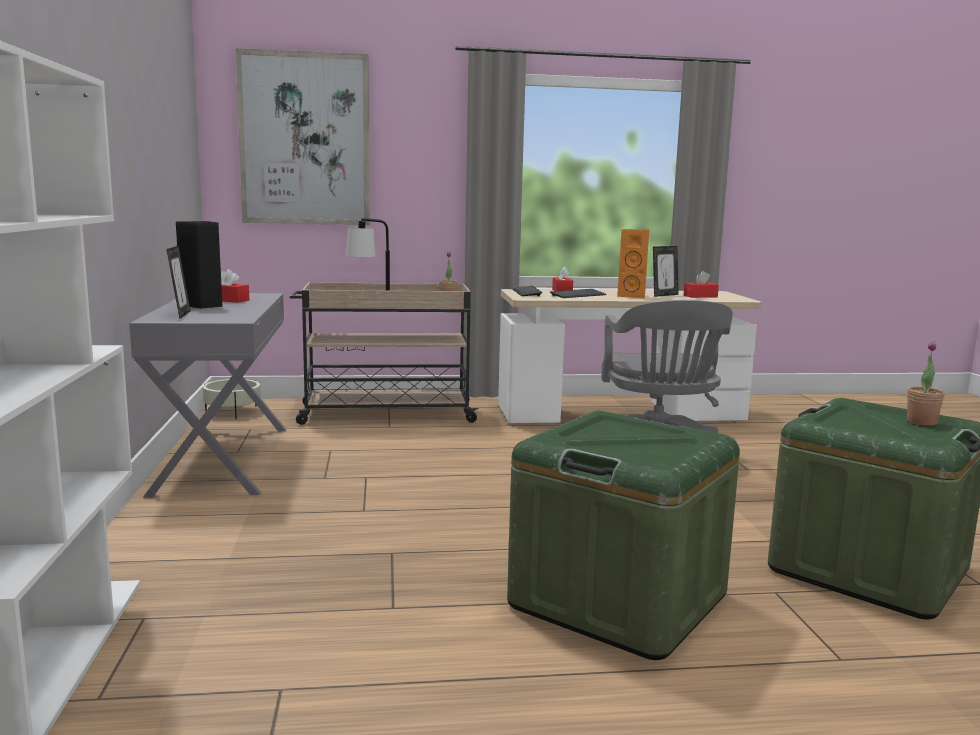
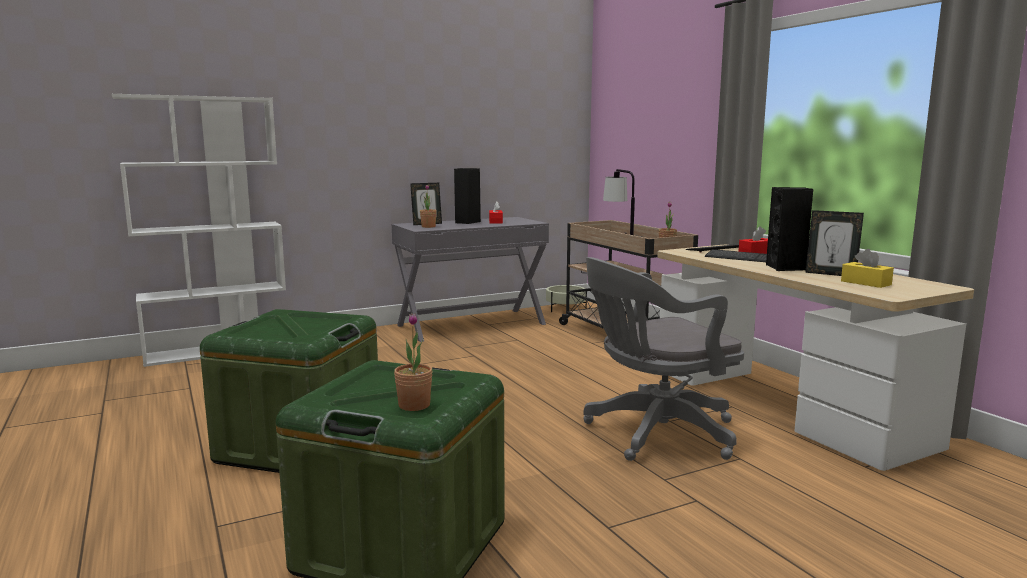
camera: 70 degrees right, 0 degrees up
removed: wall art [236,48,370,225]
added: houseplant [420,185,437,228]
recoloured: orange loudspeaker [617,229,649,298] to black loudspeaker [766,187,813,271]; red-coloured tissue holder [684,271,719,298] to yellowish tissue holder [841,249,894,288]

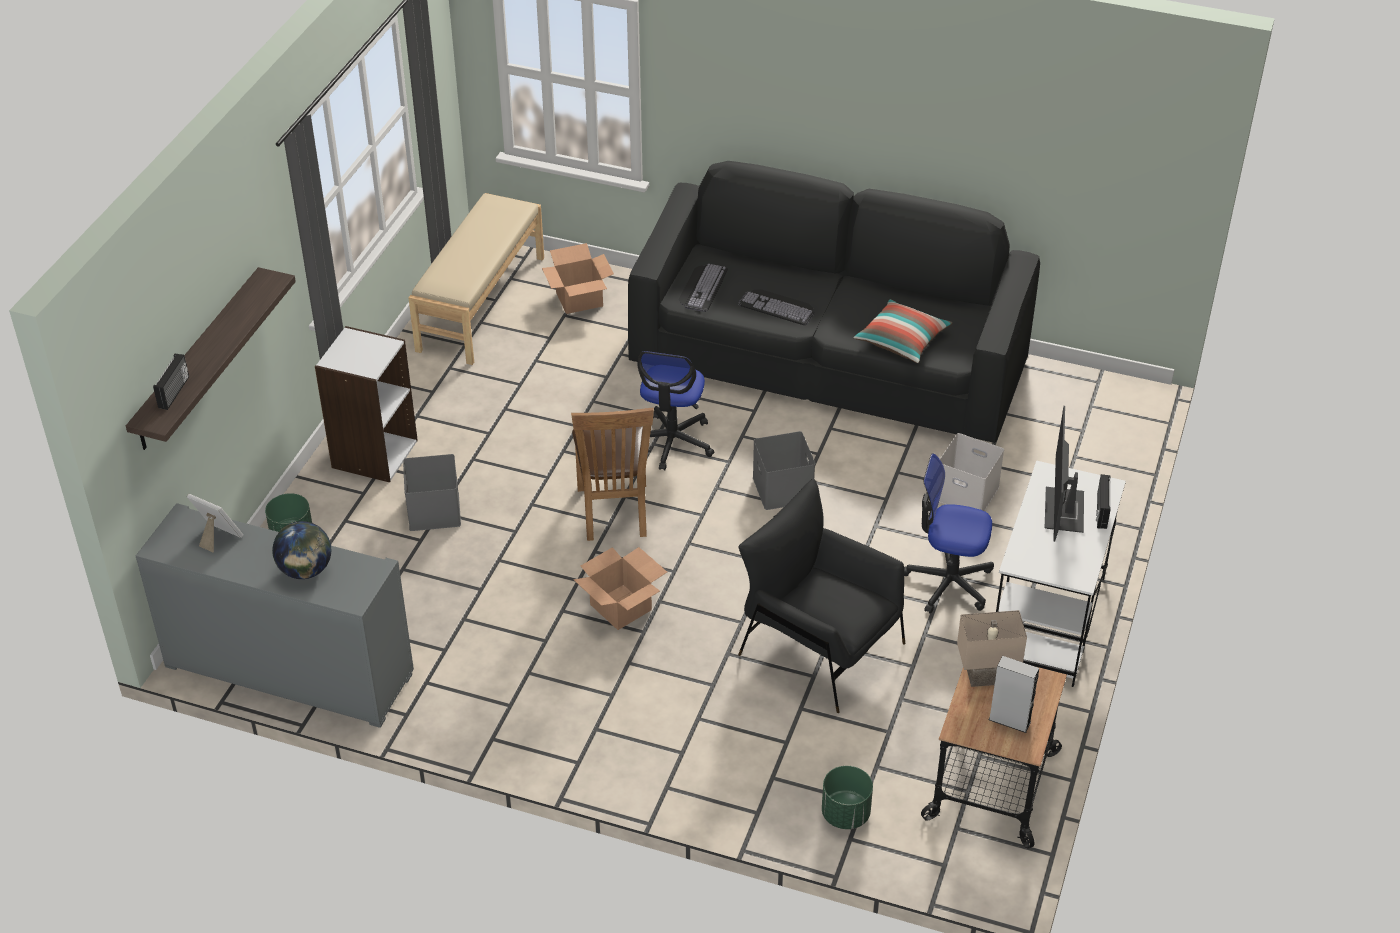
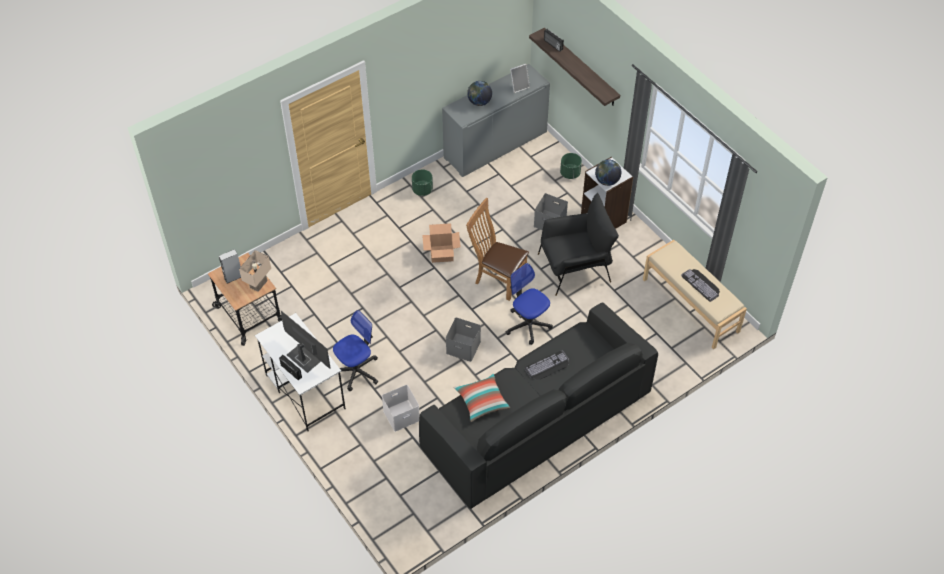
camera: 125 degrees right, 10 degrees up
removed: packing box [542,243,614,314]
added: world globe [595,160,621,186]
moved: green planter [822,766,873,829] to [412,170,433,196]; black easy chair [738,478,905,713] to [538,193,619,296]; keyboard [679,264,728,312] to [681,269,720,302]

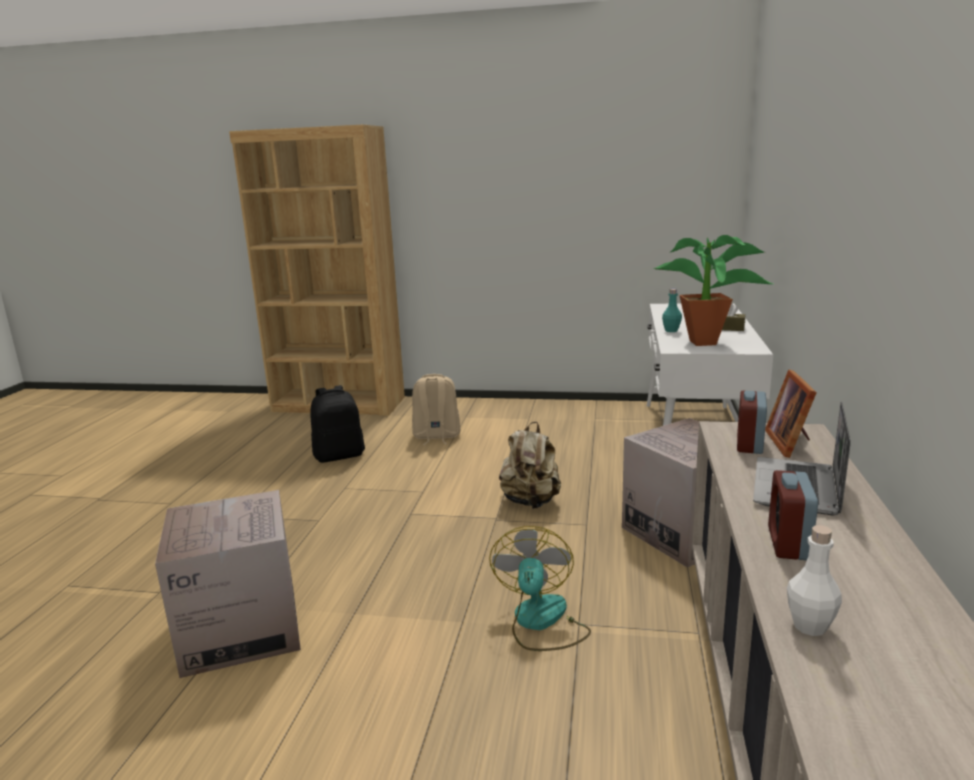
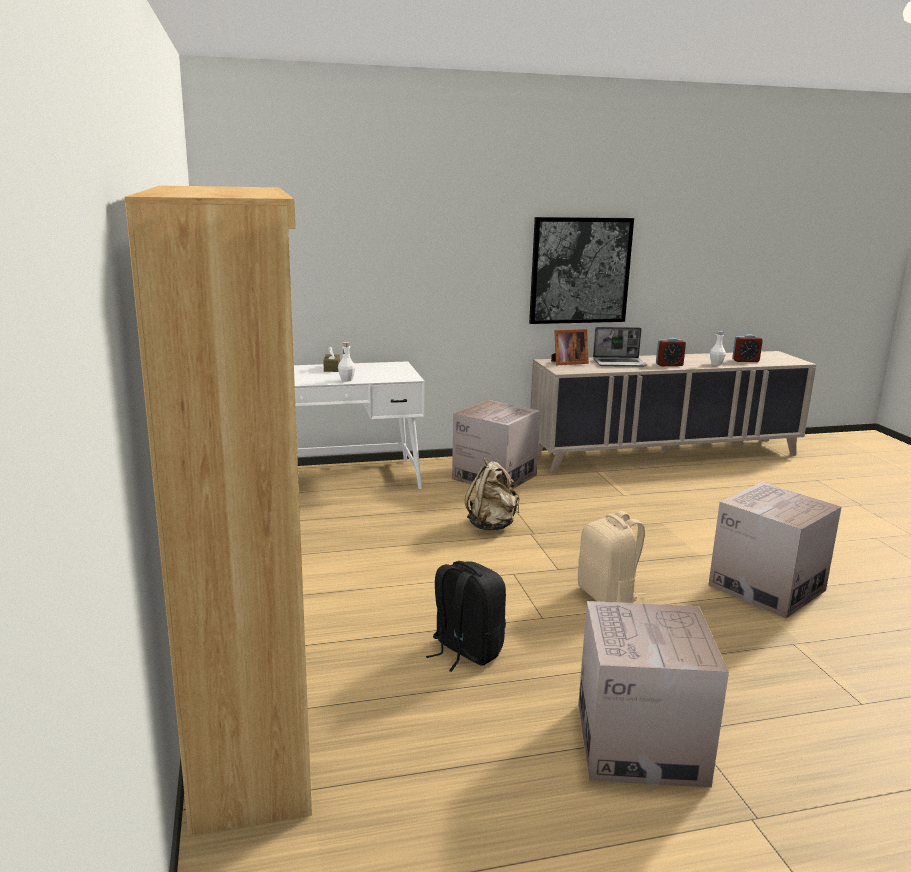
camera: 115 degrees left, 0 degrees up
removed: electric fan [489,526,591,651]; houseplant [654,235,773,346]
added: wall art [529,217,634,324]; packing box [578,601,729,788]
moved: sand-coloured backpack [412,374,460,445] to [578,511,646,603]; bedside clock [737,390,767,454] to [732,334,763,362]
recoloured: turquoise-coloured bottle [662,289,682,332] to whitish bottle [338,342,355,382]

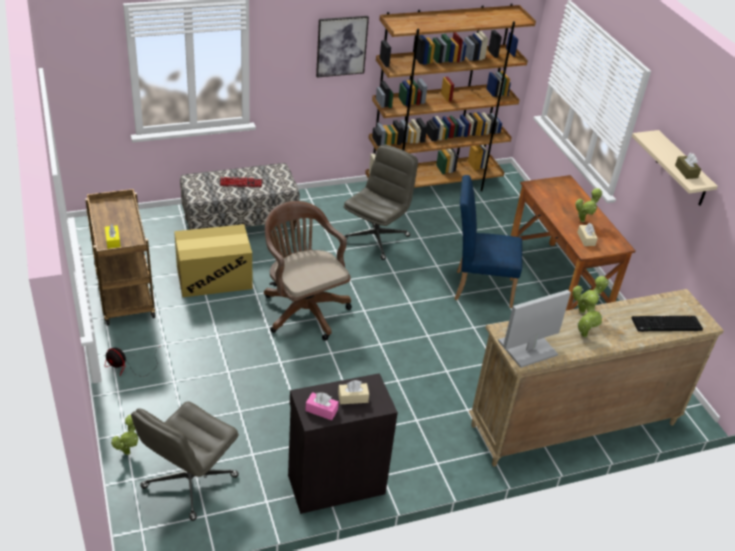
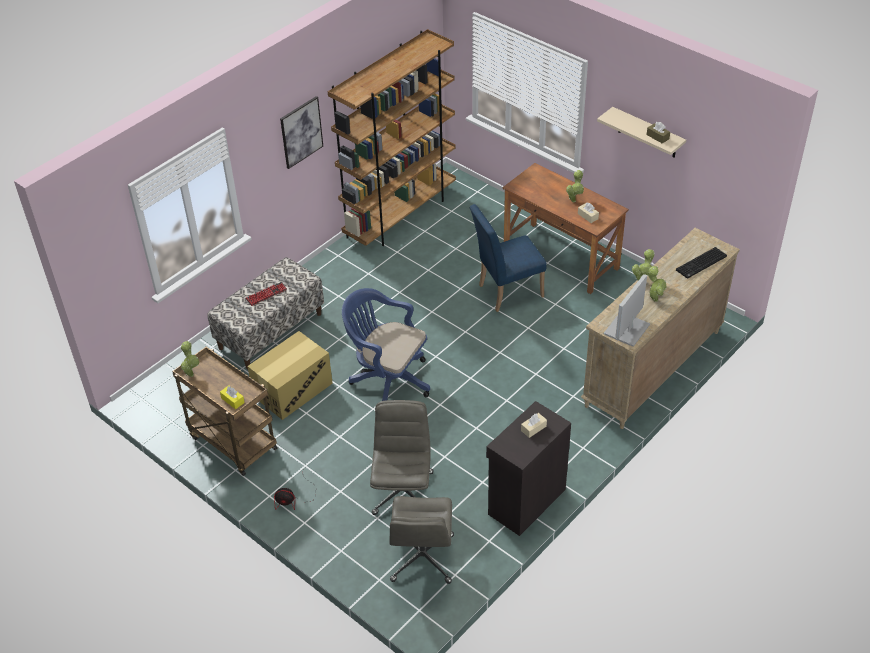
camera: 25 degrees left, 5 degrees up
removed: pink-coloured tissue holder [305,392,339,420]
moved: houseplant [111,415,138,455] to [181,341,199,377]; grey computer chair [343,145,418,260] to [370,400,433,515]
recoloured: brown computer chair [264,201,352,341] to blue-coloured computer chair [342,288,430,401]

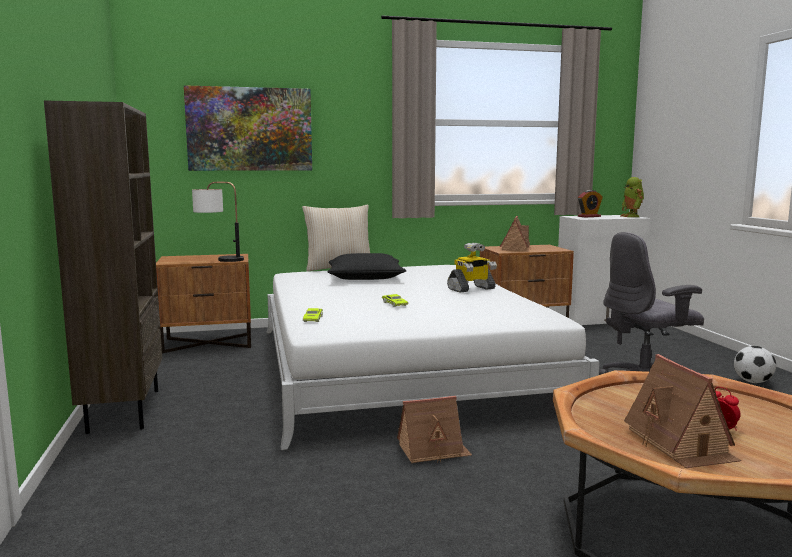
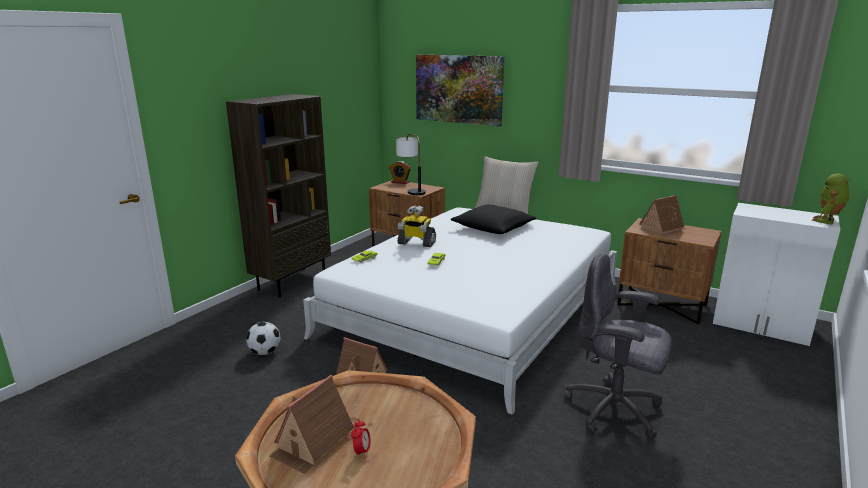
camera: 45 degrees right, 10 degrees up
moved: football [734,346,776,383] to [246,322,280,355]; bedside clock [578,190,603,217] to [389,161,411,184]; toy robot [447,243,497,293] to [397,205,436,247]

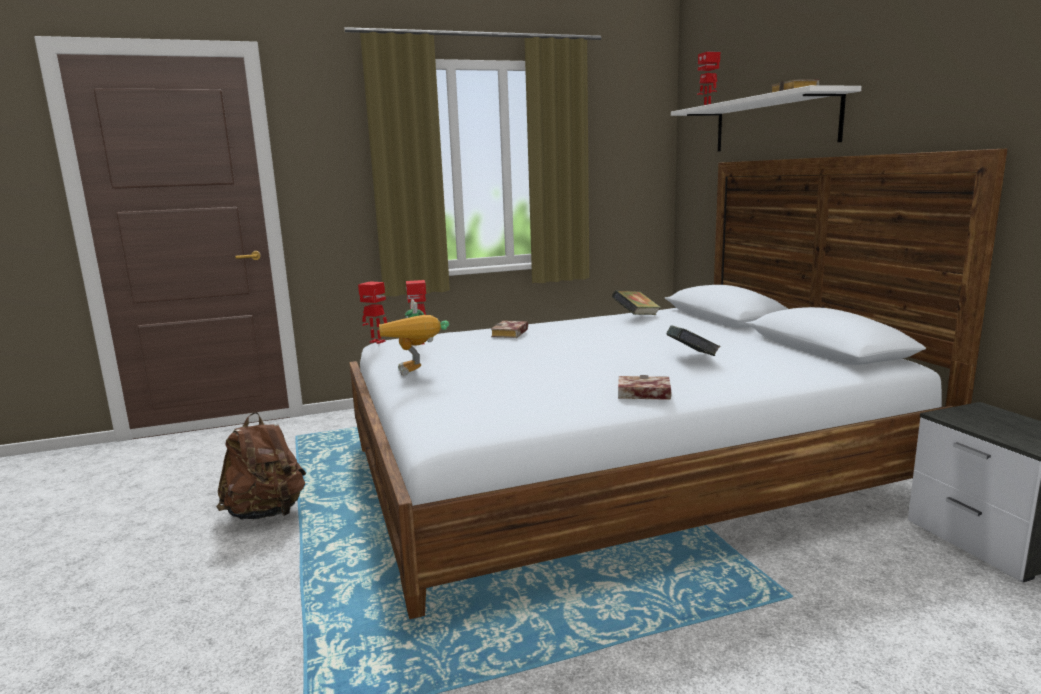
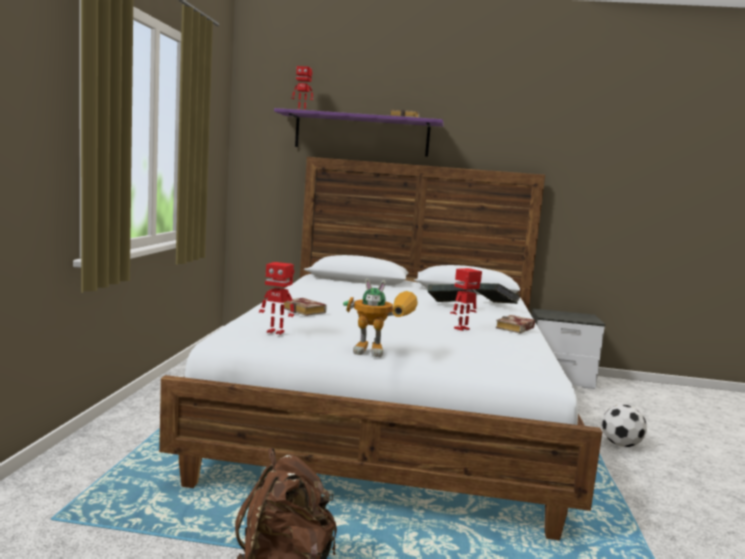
camera: 65 degrees left, 5 degrees down
added: football [602,404,647,447]
moved: toy robot [358,281,387,344] to [450,268,482,331]; book [612,291,661,315] to [474,283,520,304]
recoloured: whitish shelf [671,85,861,151] to purple shelf [274,108,444,157]

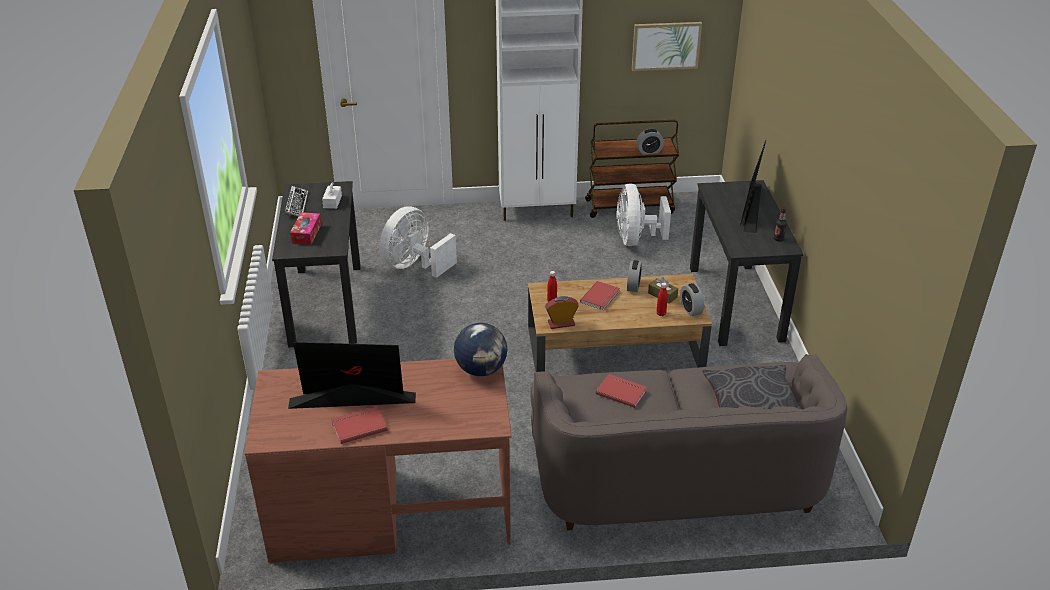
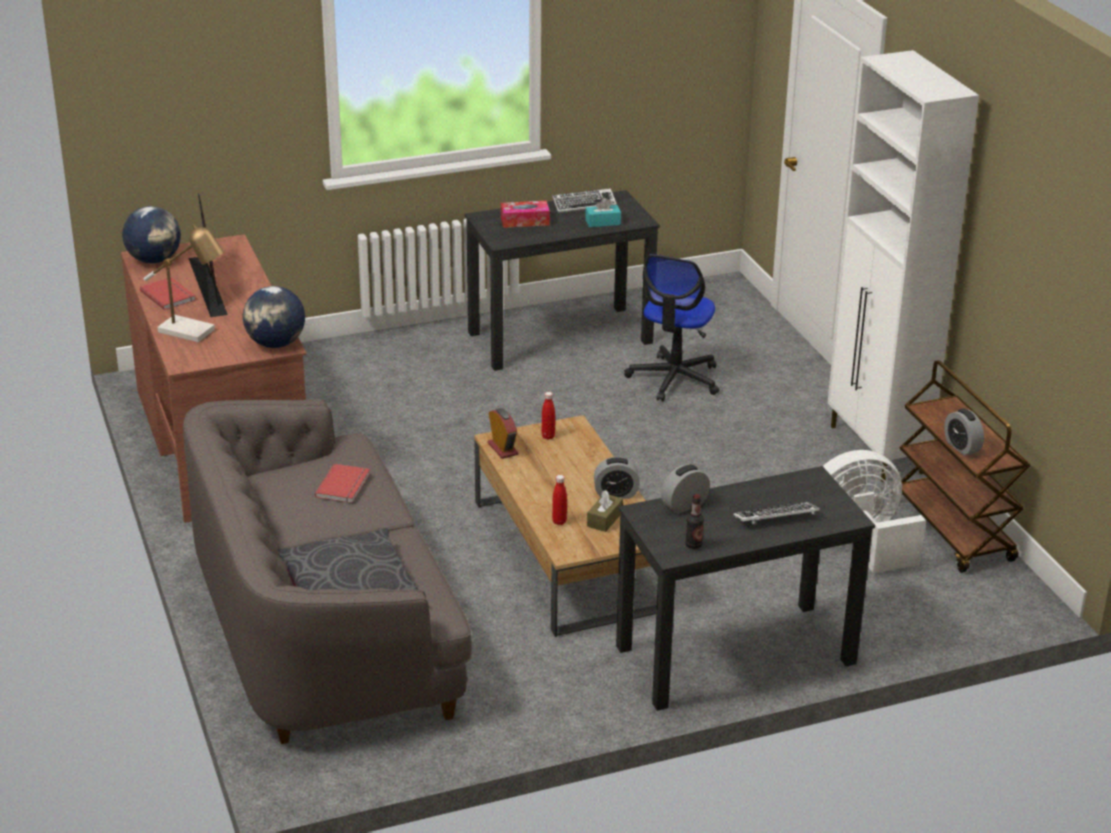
camera: 75 degrees right, 5 degrees down
removed: red-coloured book [580,281,620,310]; wall art [632,22,702,71]
added: world globe [122,206,181,264]; tabletop lamp [144,224,224,342]
moved: bedside clock [680,283,704,316] to [661,464,710,514]
replaced: whitish electric fan [379,207,457,278] to computer chair [624,254,719,401]; computer display [740,141,766,233] to keyboard [733,502,820,524]
recoloured: whitish tissue holder [322,182,342,209] to turquoise-coloured tissue holder [585,198,621,227]

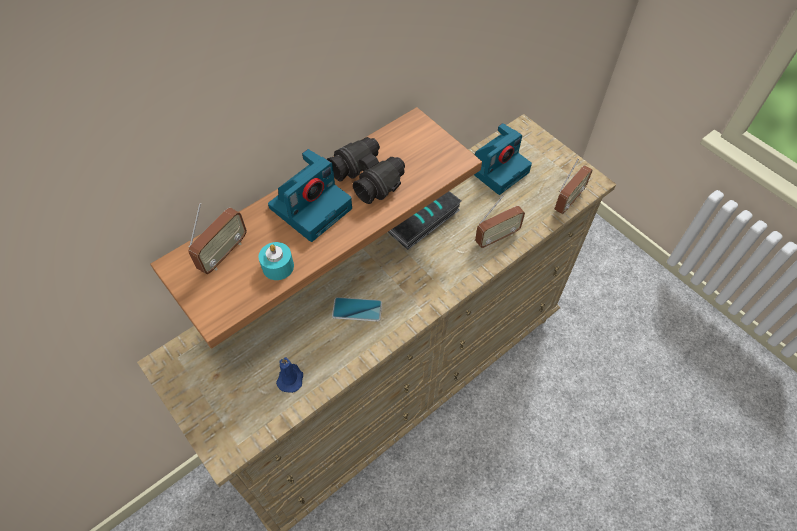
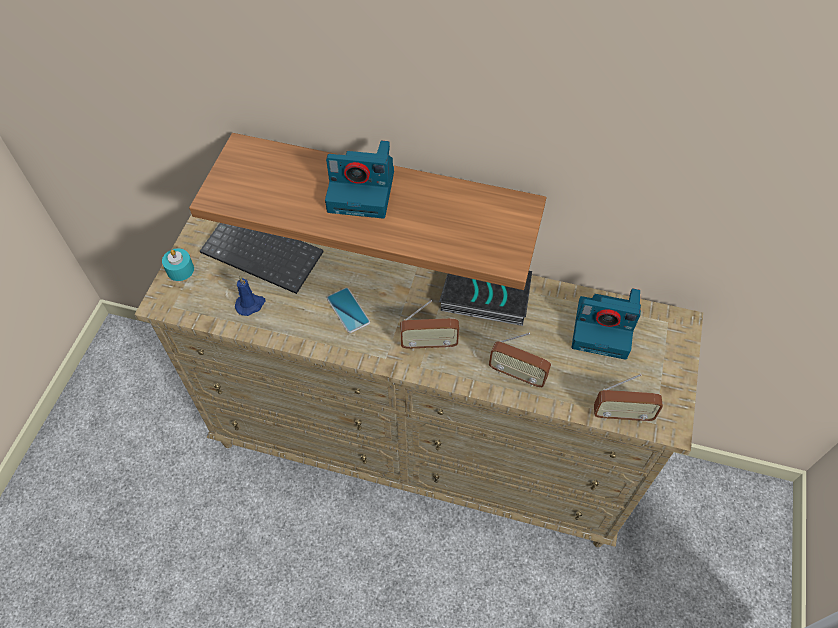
camera: 55 degrees right, 0 degrees up
removed: black binoculars [327,137,405,204]
added: keyboard [200,223,324,294]
moved: turquoise-coloured candle [259,242,294,280] to [162,249,194,281]; radio [188,203,247,274] to [400,300,459,351]

